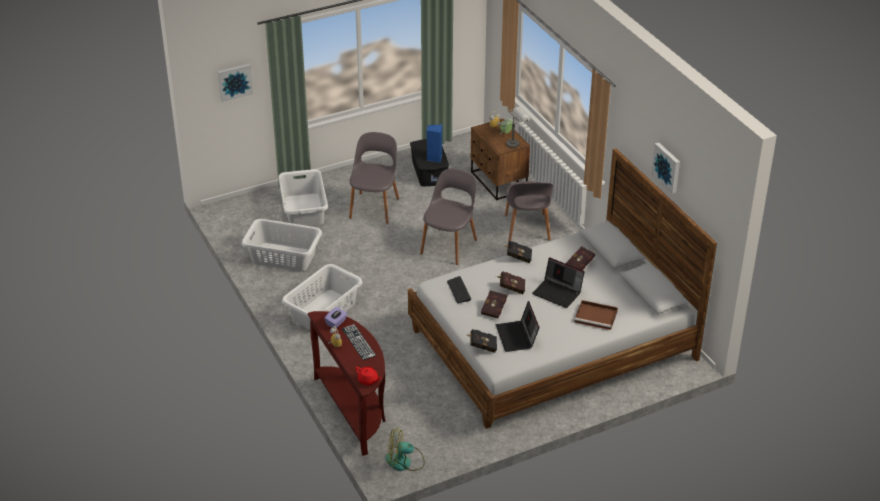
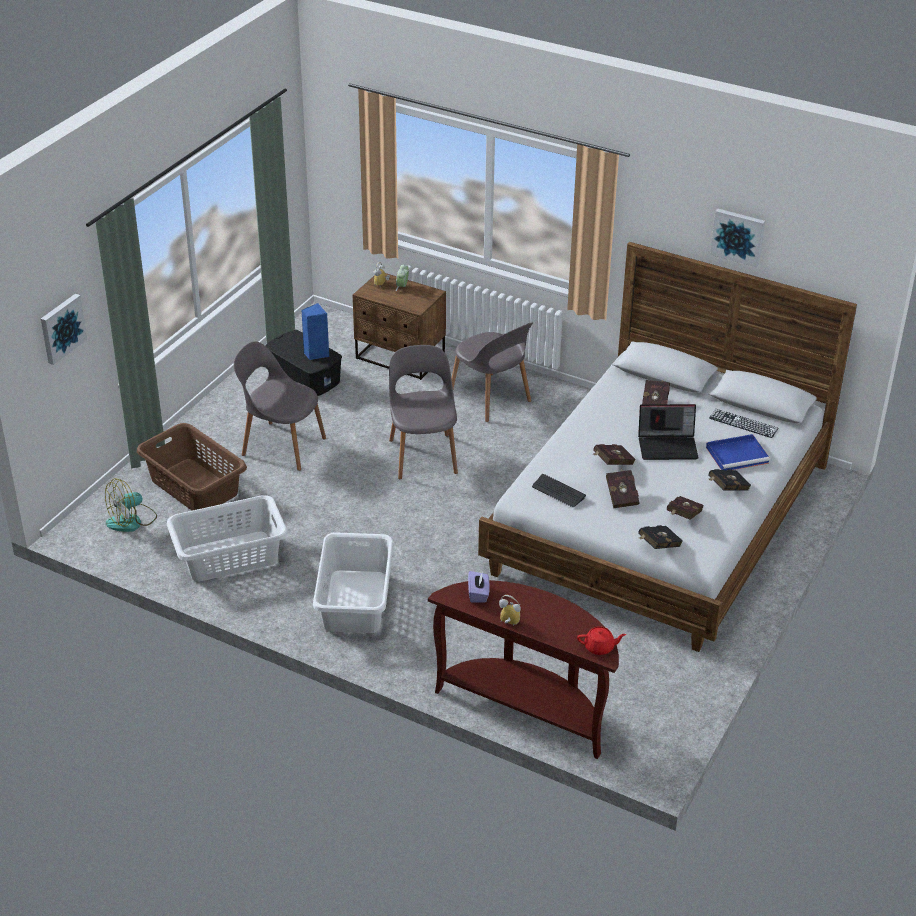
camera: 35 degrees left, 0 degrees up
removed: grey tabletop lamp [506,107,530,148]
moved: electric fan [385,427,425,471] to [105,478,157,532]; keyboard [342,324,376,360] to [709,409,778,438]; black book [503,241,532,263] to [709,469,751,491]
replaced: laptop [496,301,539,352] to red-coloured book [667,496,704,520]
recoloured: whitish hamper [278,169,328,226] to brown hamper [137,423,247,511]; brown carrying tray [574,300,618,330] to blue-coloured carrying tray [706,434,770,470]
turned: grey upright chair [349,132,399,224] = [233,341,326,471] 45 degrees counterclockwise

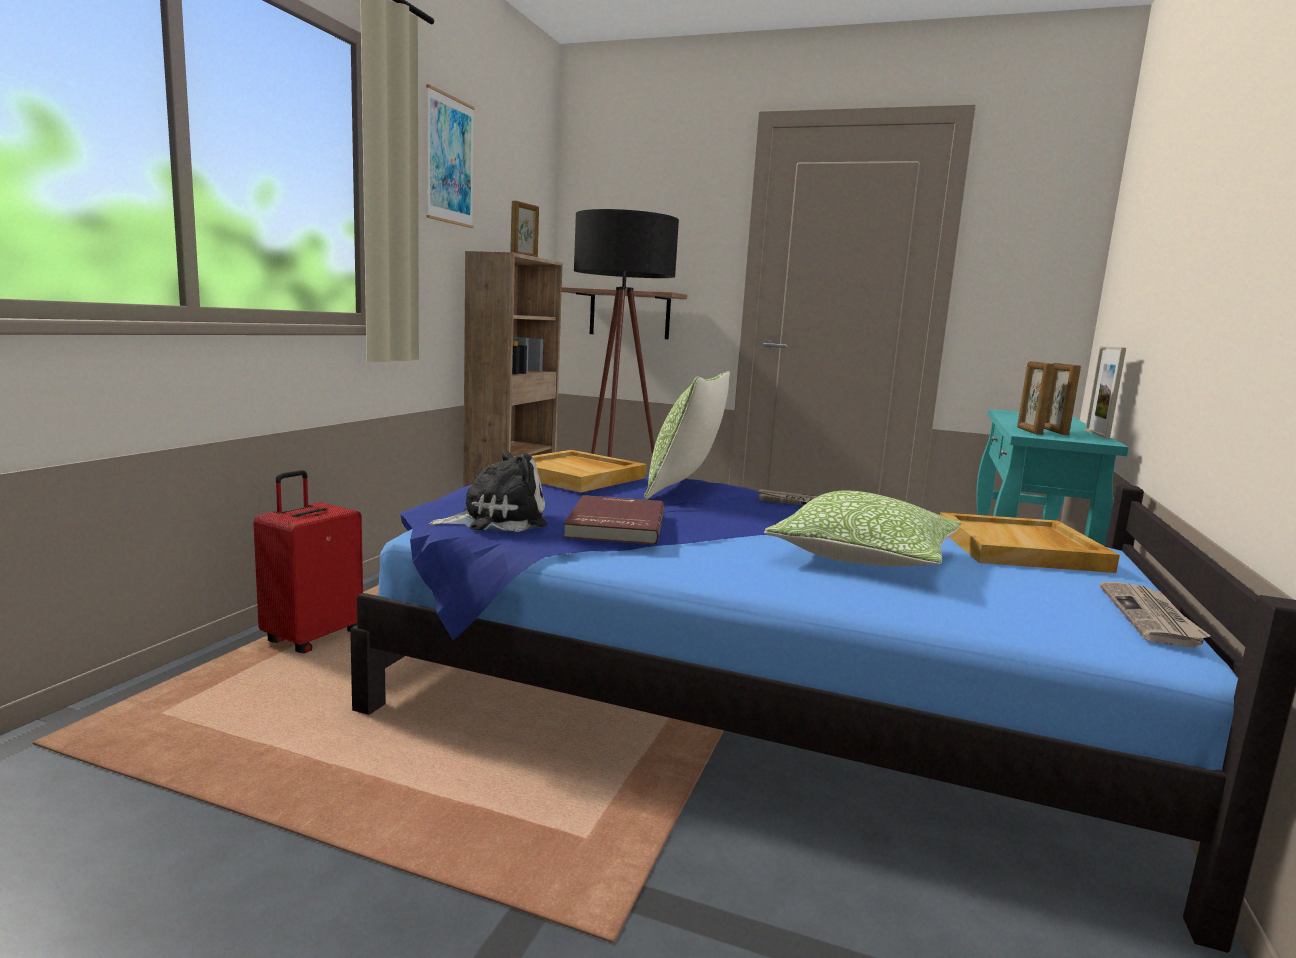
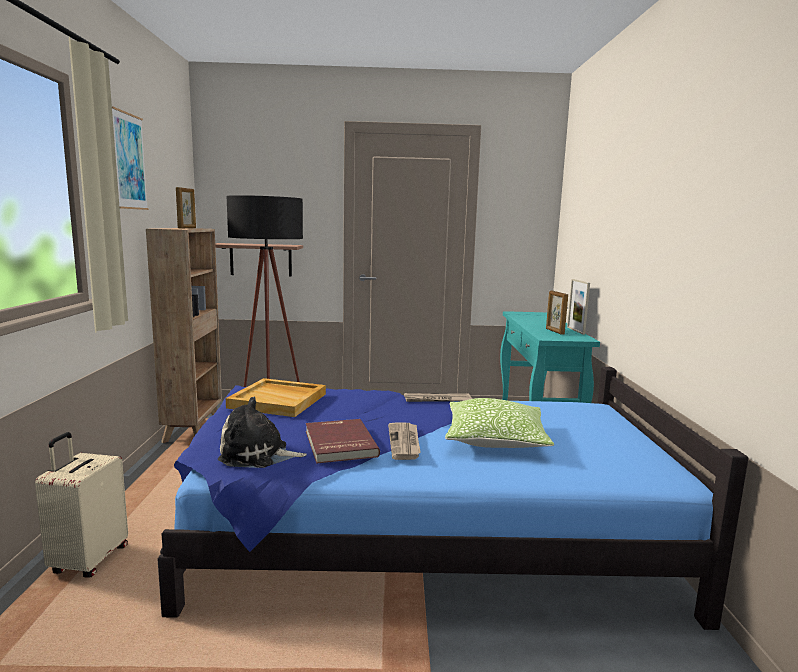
camera: 20 degrees left, 0 degrees up
removed: pillow [644,371,730,500]; sand-coloured carrying tray [940,512,1120,573]; photo frame [1017,361,1054,435]
moved: printed paper [1100,582,1210,648] to [388,422,421,460]
recoloured: red-coloured suitcase [253,470,363,653] to sand-coloured suitcase [35,432,128,578]
turned: cuddly toy [428,450,547,532] = [218,397,307,468] 135 degrees counterclockwise

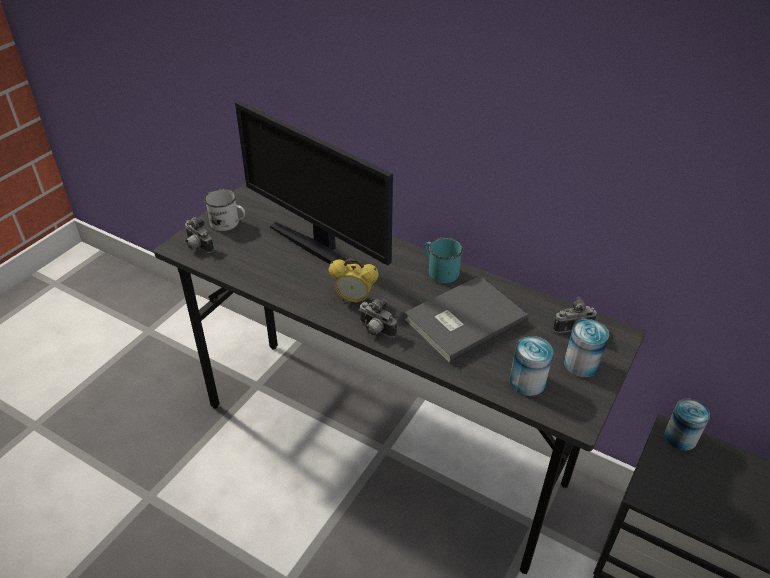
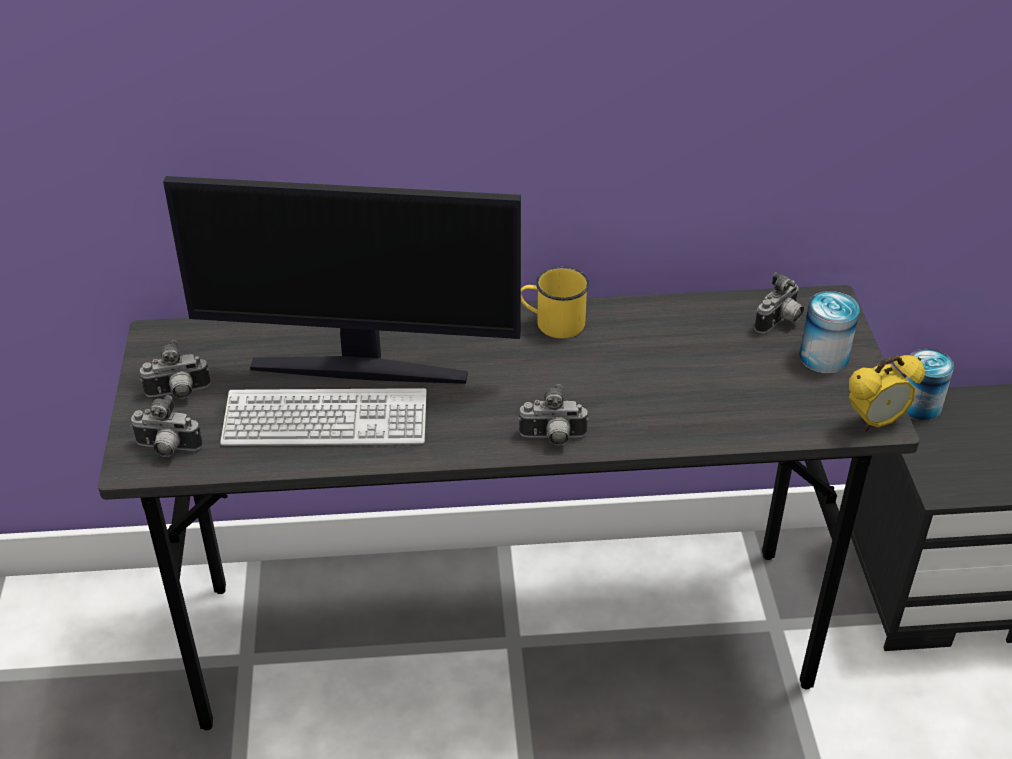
camera: 35 degrees left, 0 degrees up
removed: grey book [404,276,528,364]; metal can [510,336,553,396]
added: keyboard [220,388,427,446]
moved: bedside clock [329,259,379,303] to [849,355,925,432]
replaced: whitish coffee mug [204,189,245,231] to still camera [140,340,211,399]
recoloured: turquoise-coloured coffee mug [424,238,463,283] to yellowish coffee mug [521,267,589,338]

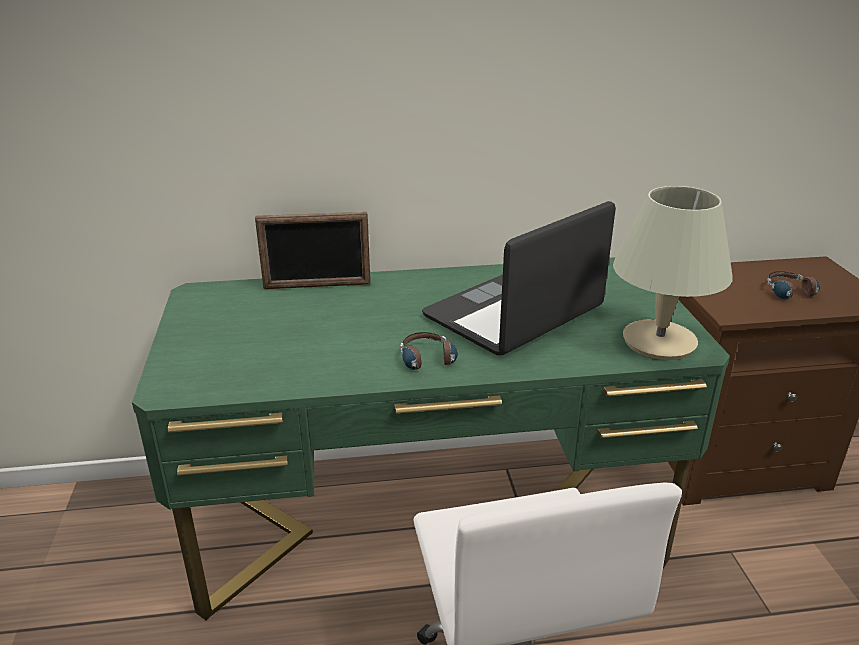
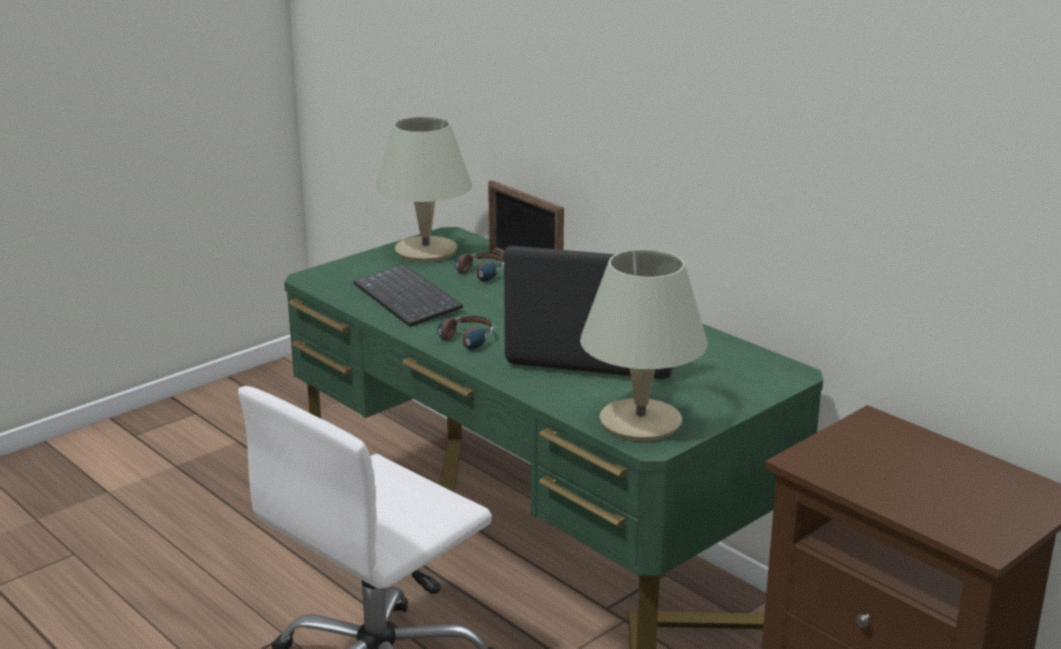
camera: 55 degrees right, 5 degrees down
added: keyboard [354,264,463,327]; sand-coloured tabletop lamp [376,116,472,262]
moved: headphones [767,271,820,301] to [442,253,504,282]

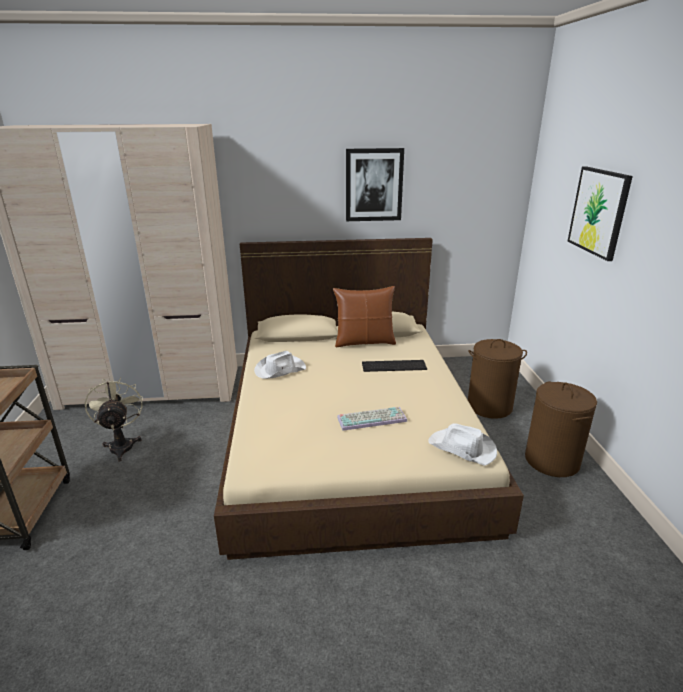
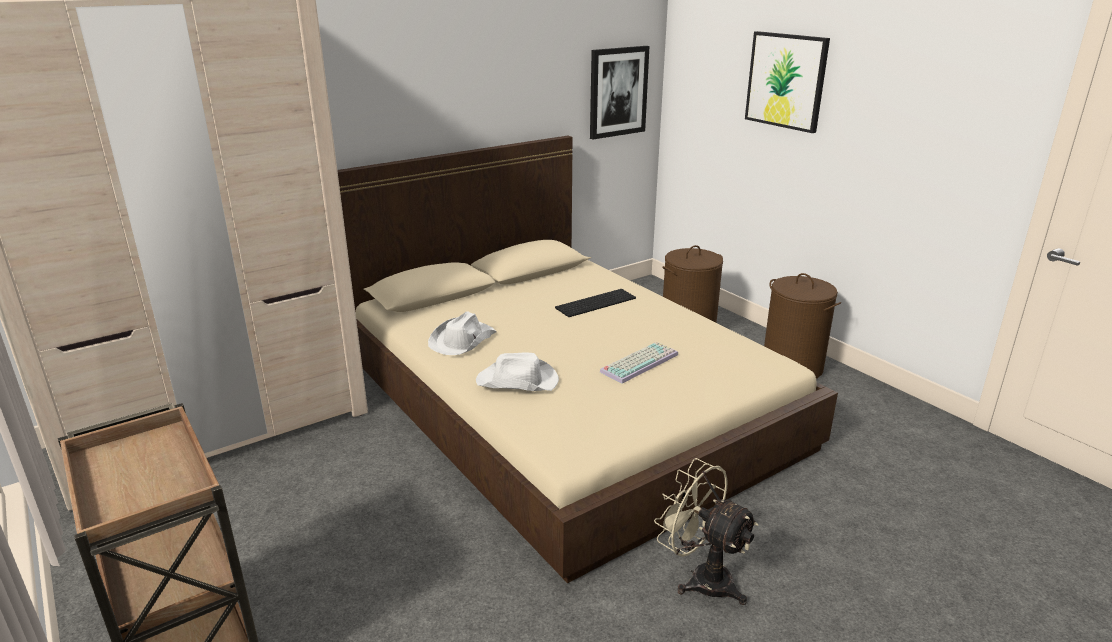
camera: 30 degrees left, 0 degrees up
removed: brown pillow [333,286,396,347]
moved: whitish wearable hat [428,423,497,466] to [476,353,559,391]; wall art [346,148,404,221] to [590,46,650,139]; sand-coloured electric fan [85,377,143,462] to [654,458,758,605]

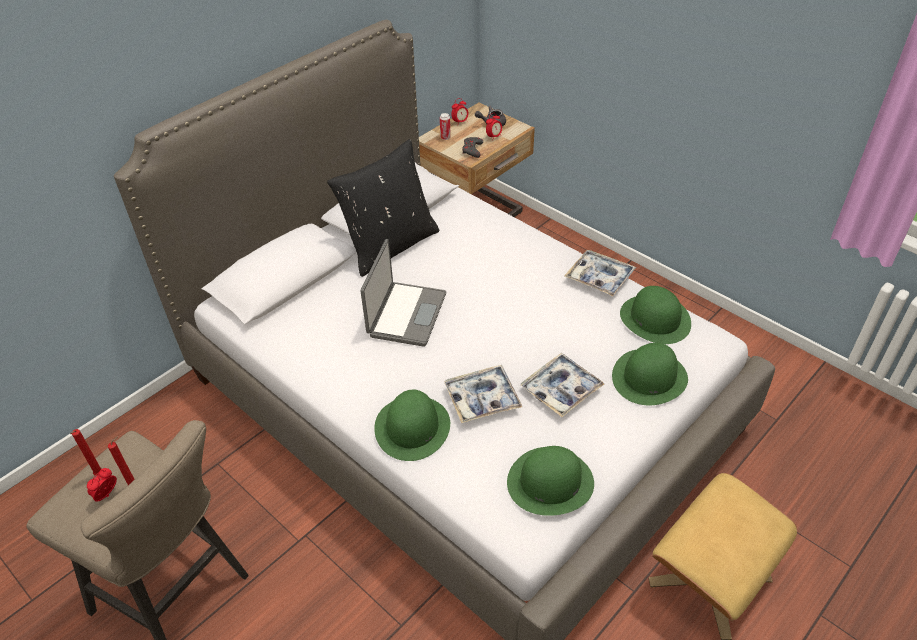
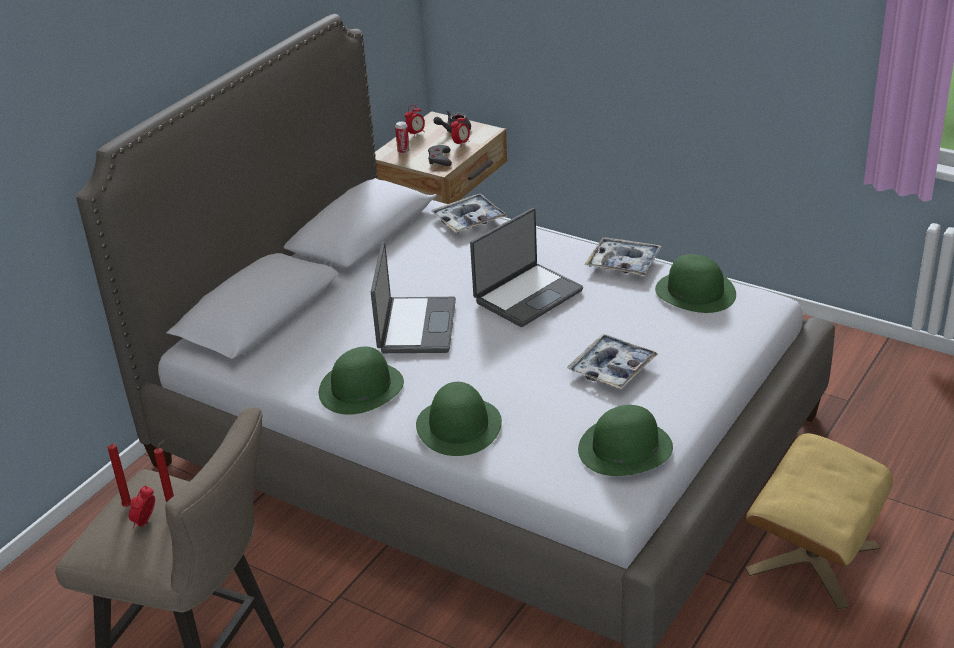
camera: 10 degrees left, 10 degrees down
removed: black pillow [327,139,439,277]
added: laptop [470,208,583,327]
moved: green wearable hat [612,343,688,405] to [319,346,404,415]; carrying tray [444,365,522,423] to [431,194,507,233]

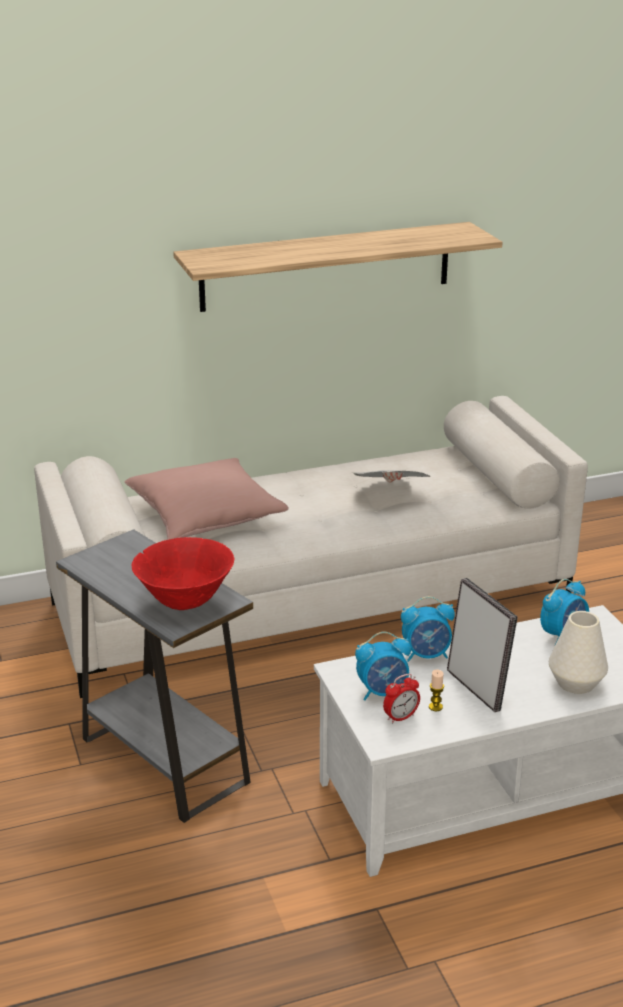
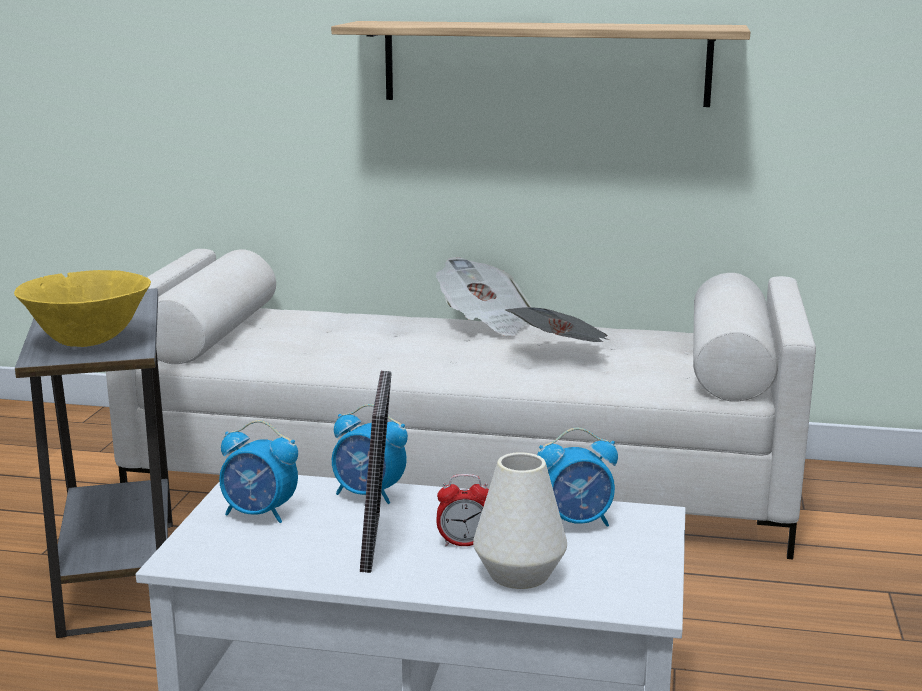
camera: 30 degrees right, 10 degrees down
removed: pink-coloured pillow [124,458,289,540]; candle [429,670,444,712]
added: printed paper [436,257,531,336]
moved: bedside clock [383,674,420,724] to [437,474,489,546]
recoloured: red-coloured serving bowl [132,537,234,610] to yellowish serving bowl [14,270,151,347]

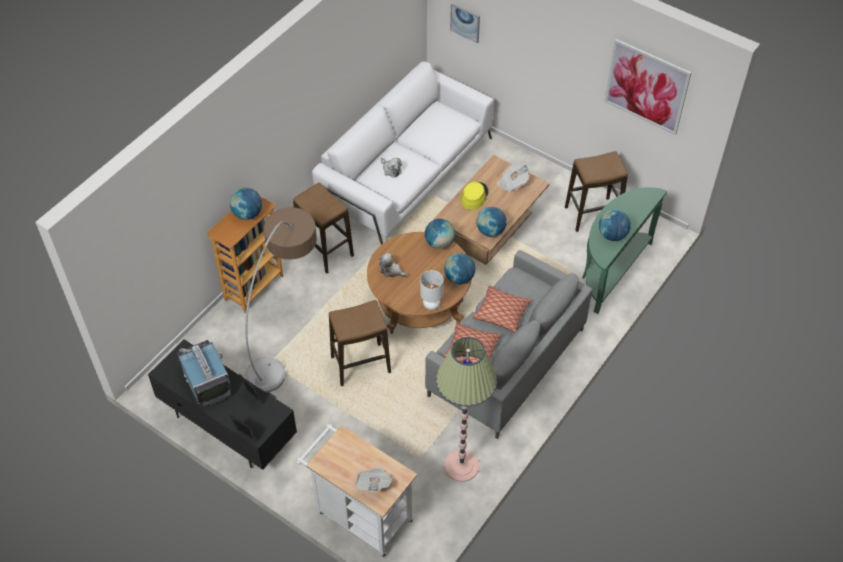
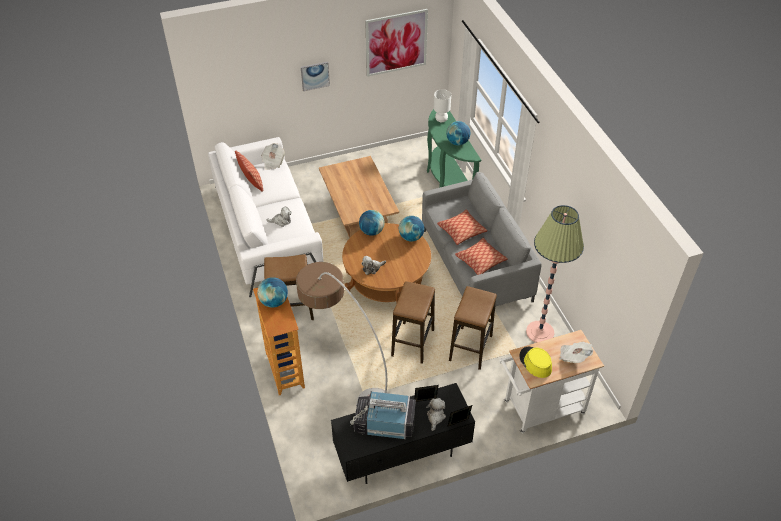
camera: 55 degrees left, 5 degrees down
removed: world globe [476,207,507,237]
added: pillow [235,150,263,191]; cuddly toy [426,398,446,431]
moved: printed paper [497,162,529,192] to [261,143,285,170]; wall art [450,3,480,43] to [301,62,330,91]; whitish tabletop lamp [420,270,444,310] to [434,89,451,122]; stool seat [565,151,628,232] to [449,286,497,370]; yellowish wearable hat [461,182,488,210] to [519,347,552,378]

